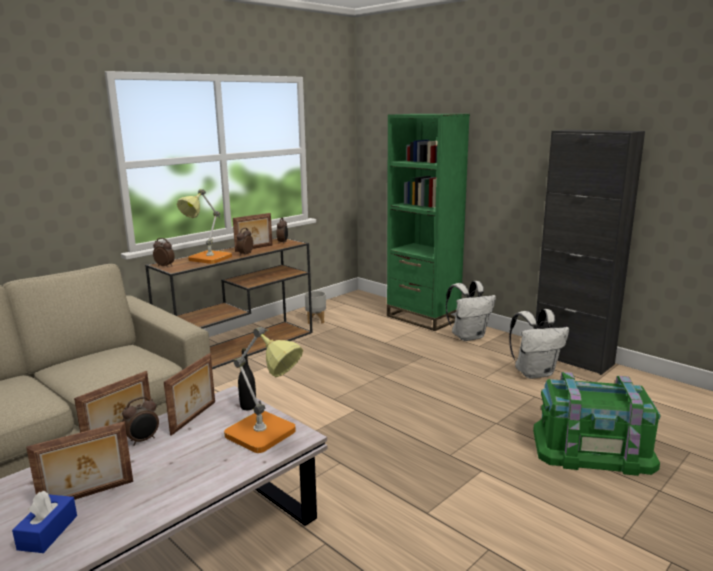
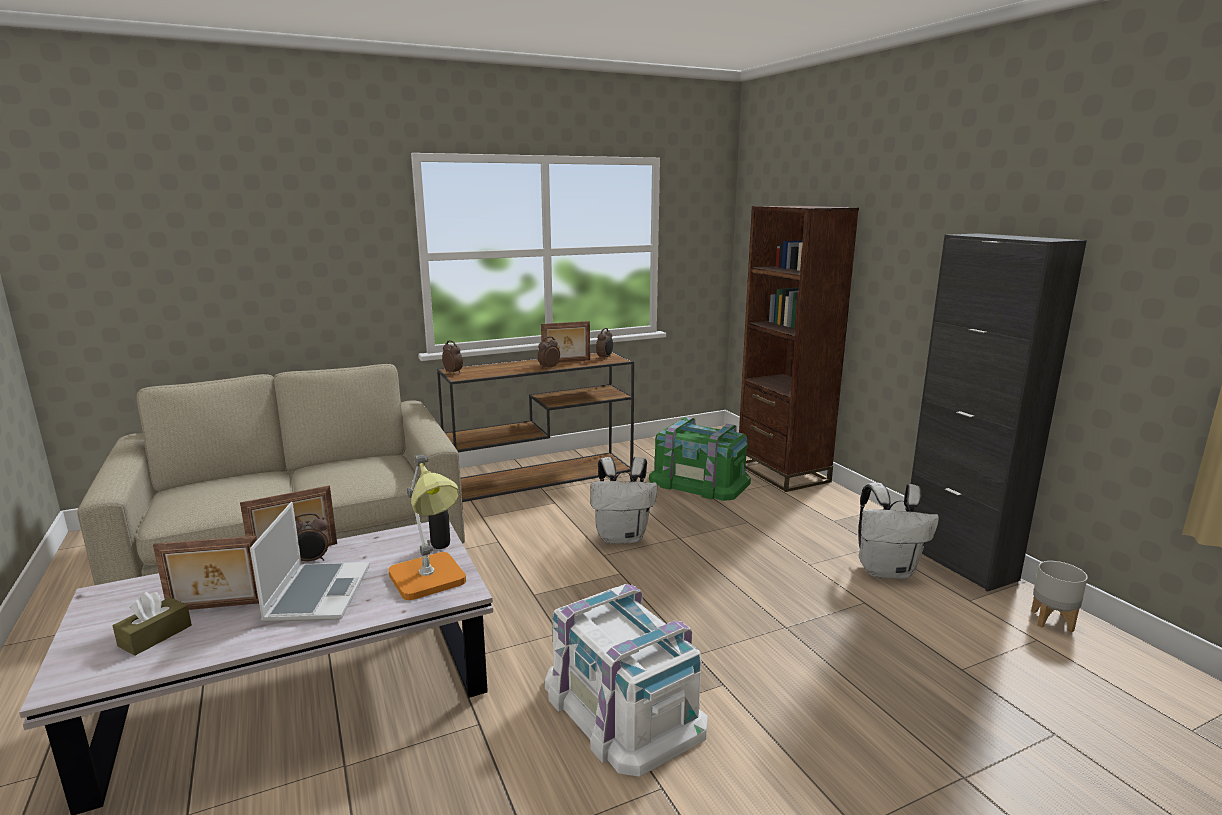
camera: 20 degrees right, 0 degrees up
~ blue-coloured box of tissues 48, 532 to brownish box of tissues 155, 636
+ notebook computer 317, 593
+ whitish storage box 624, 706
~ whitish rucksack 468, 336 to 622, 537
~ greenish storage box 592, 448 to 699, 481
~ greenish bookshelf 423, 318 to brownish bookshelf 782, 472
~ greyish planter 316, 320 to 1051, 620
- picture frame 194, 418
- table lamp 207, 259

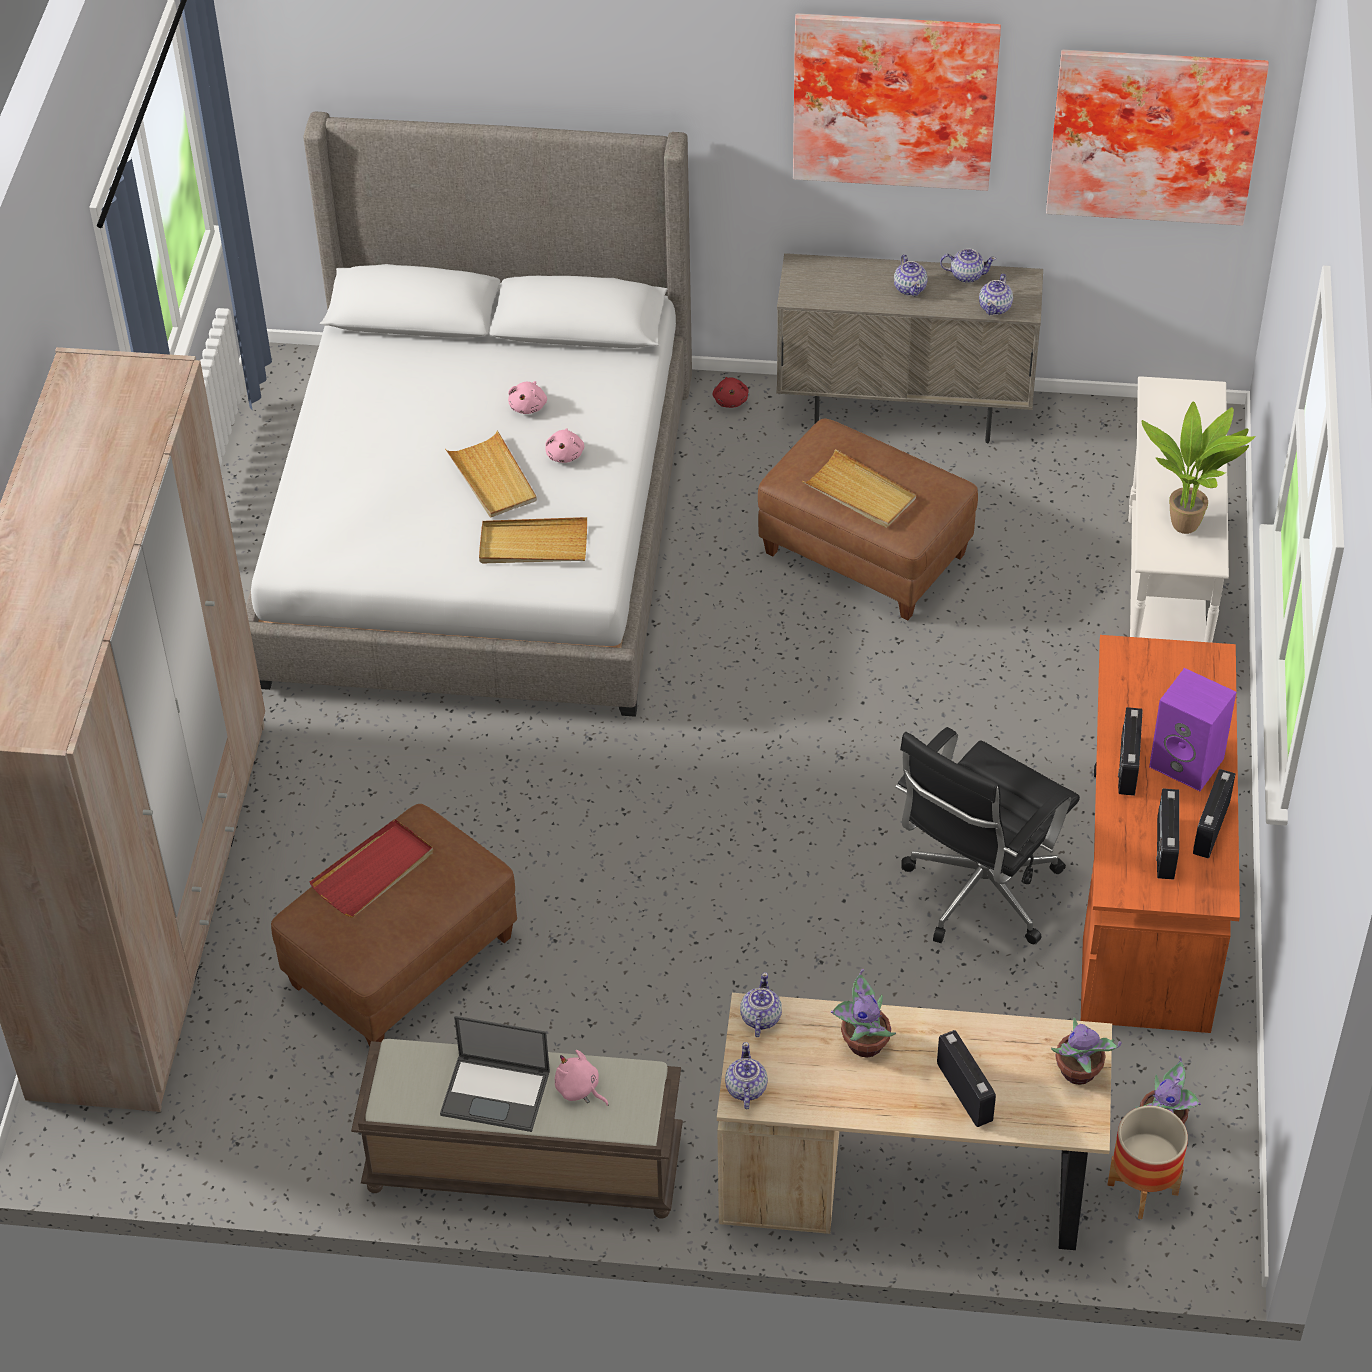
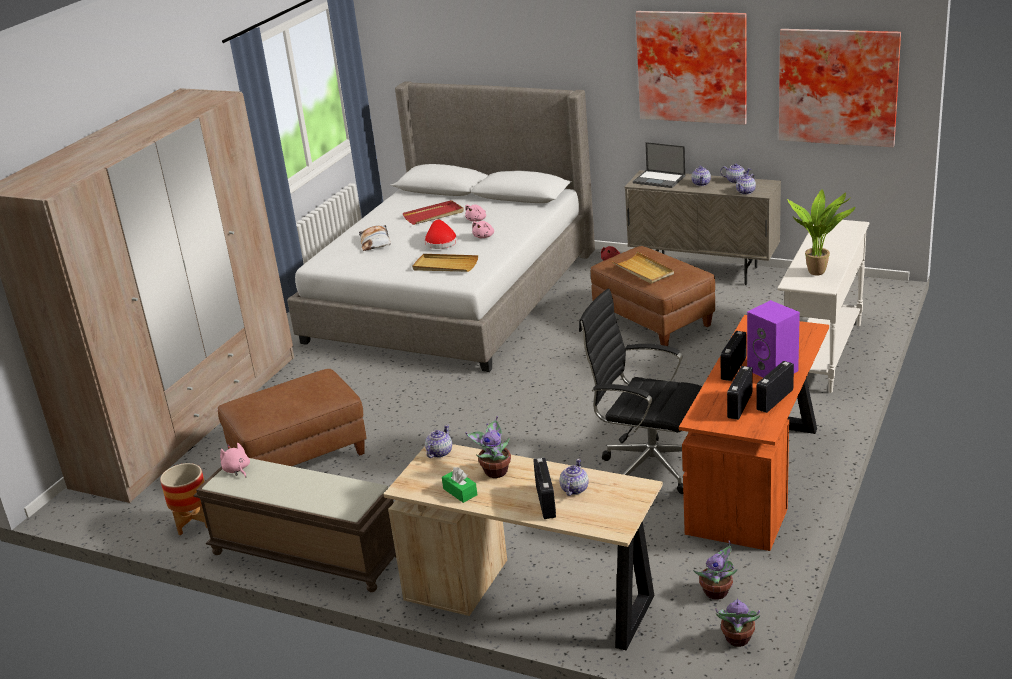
camera: 20 degrees right, 20 degrees down
~ planter 1142, 1189 to 193, 523
~ pinkish cuddly toy 579, 1089 to 237, 470
+ throw pillow 375, 242
~ reddish carrying tray 374, 871 to 434, 215
~ beige carrying tray 492, 478 to reddish hat 440, 242
+ greenish box of tissues 460, 492
~ tea pot 745, 1089 to 574, 489
~ blackish office chair 977, 895 = 647, 467 60 degrees clockwise
~ notebook computer 497, 1093 to 660, 179
~ plant in a pot 1078, 1073 to 737, 640

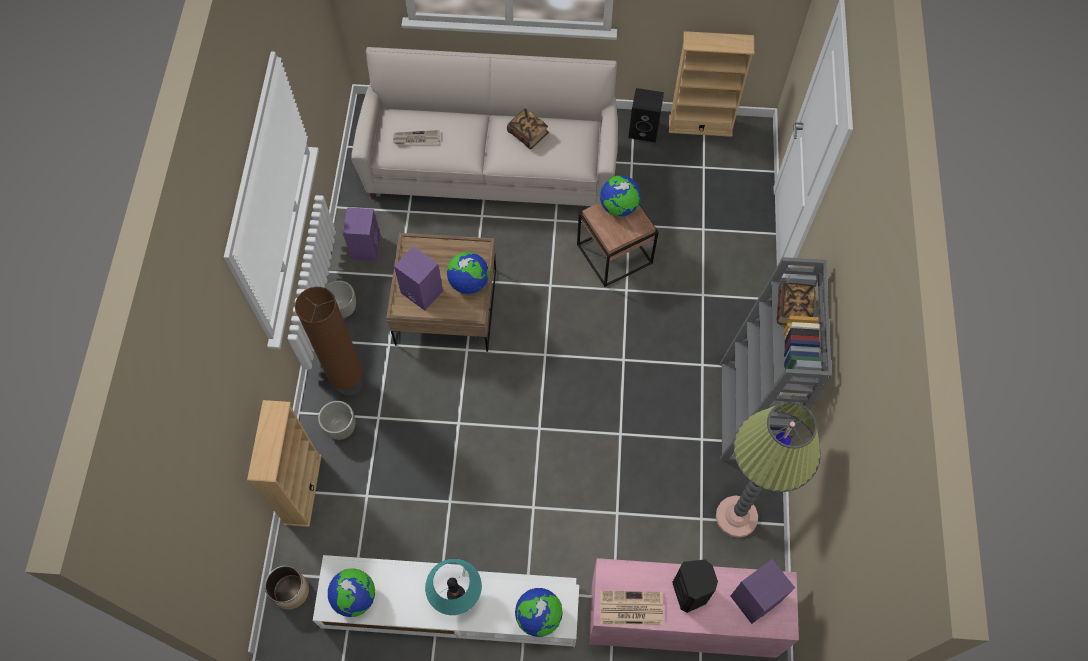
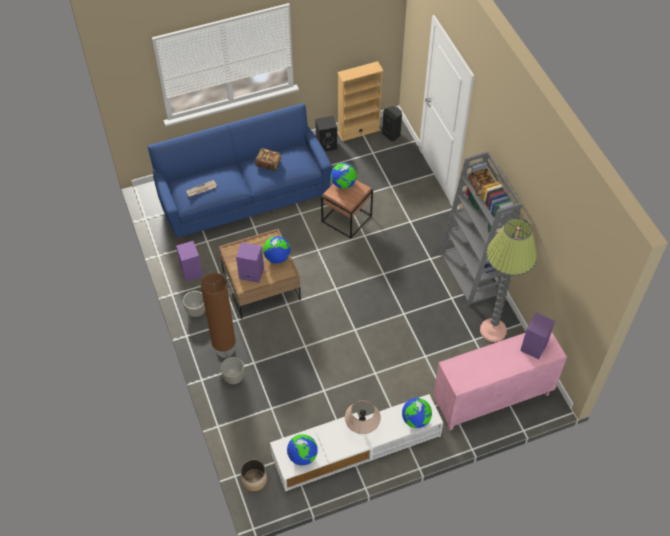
camera: 25 degrees left, 10 degrees down
~ beige couch 491, 164 to blue-coloured couch 243, 196
~ blue-green table lamp 456, 594 to beige table lamp 362, 428
~ blackish audio speaker 691, 592 to 391, 134
- beige bookshelf 302, 489
- newspaper 630, 608

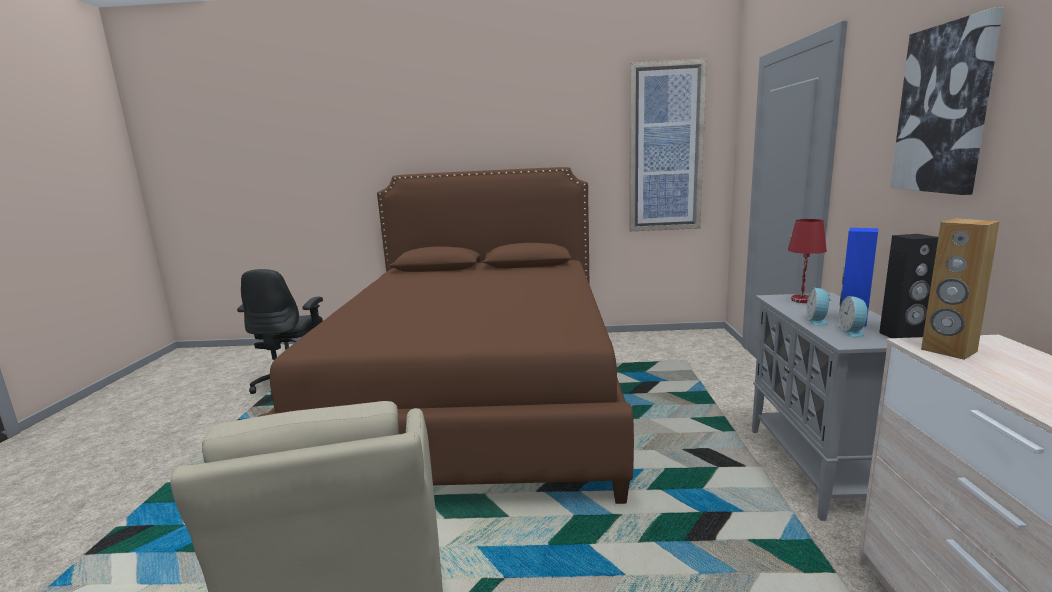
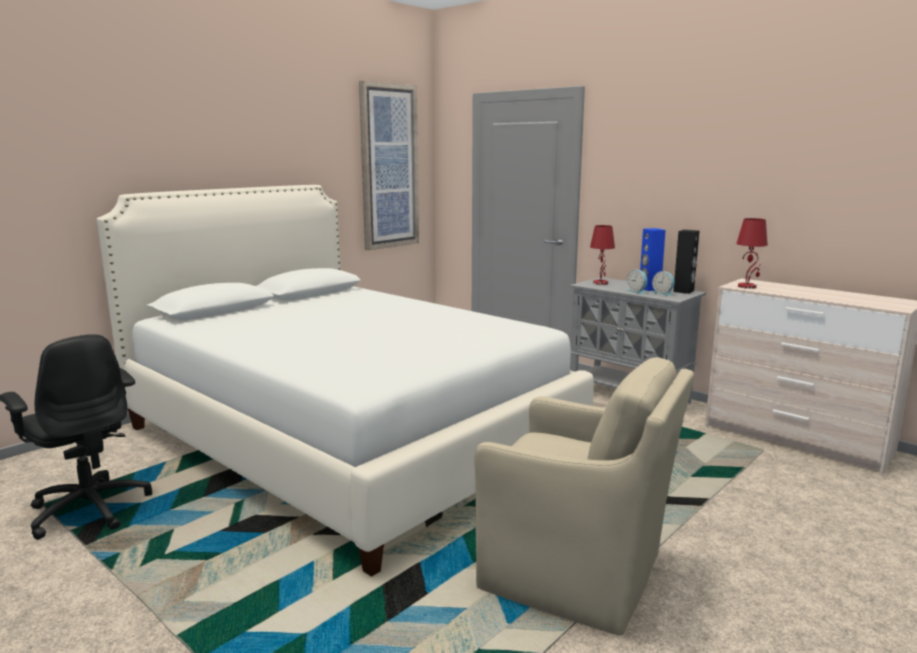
camera: 50 degrees left, 0 degrees up
~ brownish bed 478, 397 to whitish bed 348, 438
~ brownish audio speaker 948, 350 to reddish table lamp 747, 286
- picture 944, 109

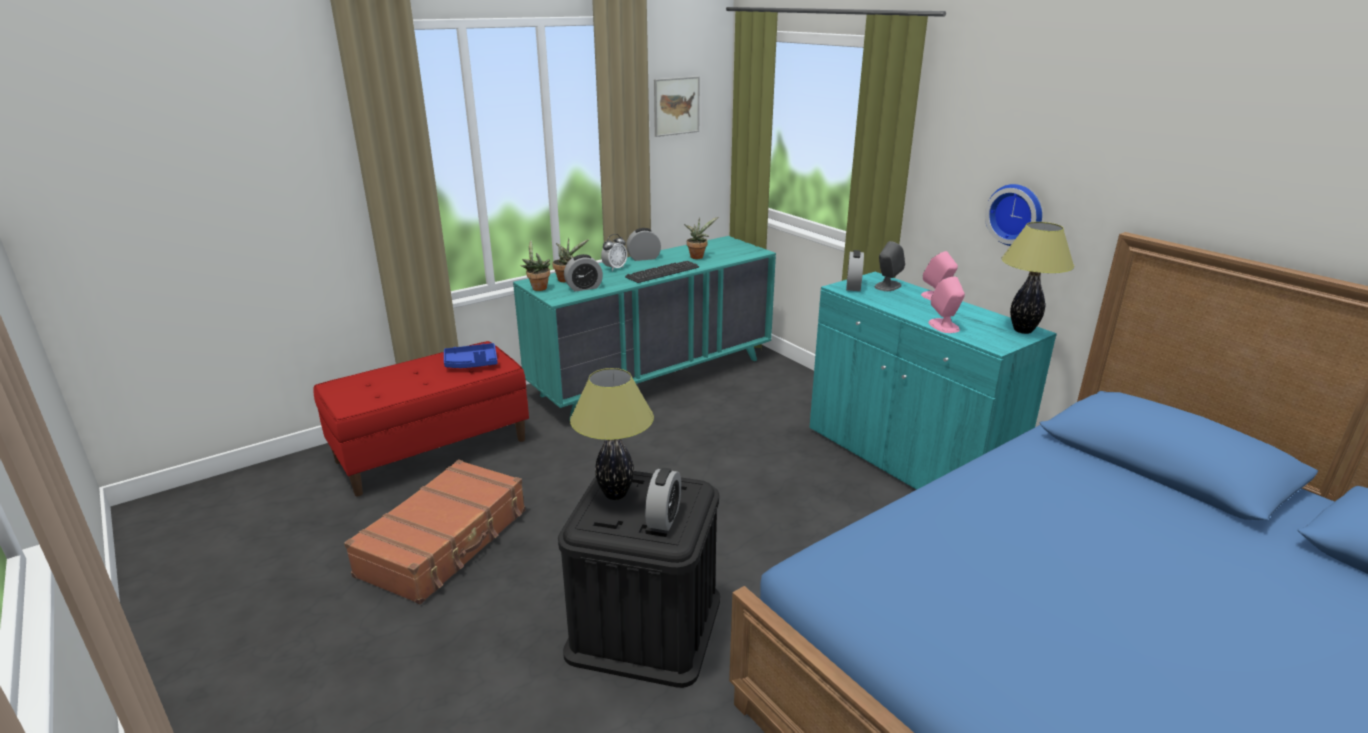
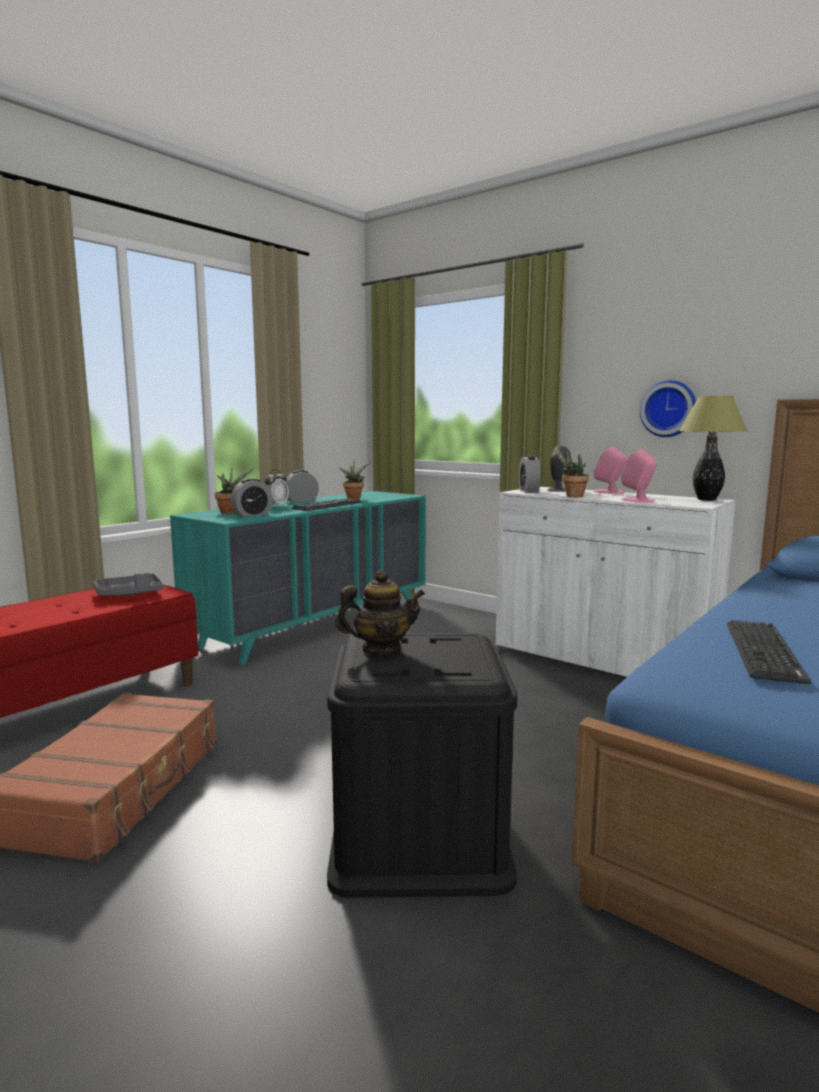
camera: 15 degrees left, 15 degrees down
~ blue-coloured carrying tray 471, 363 to greyish carrying tray 129, 594
~ table lamp 615, 494 to tea pot 381, 650
~ blue-green storage cabinet 907, 460 to whitish storage cabinet 601, 659
~ plant in a pot 538, 288 to 571, 496
+ computer keyboard 763, 651
- table clock 664, 518
- picture 676, 106

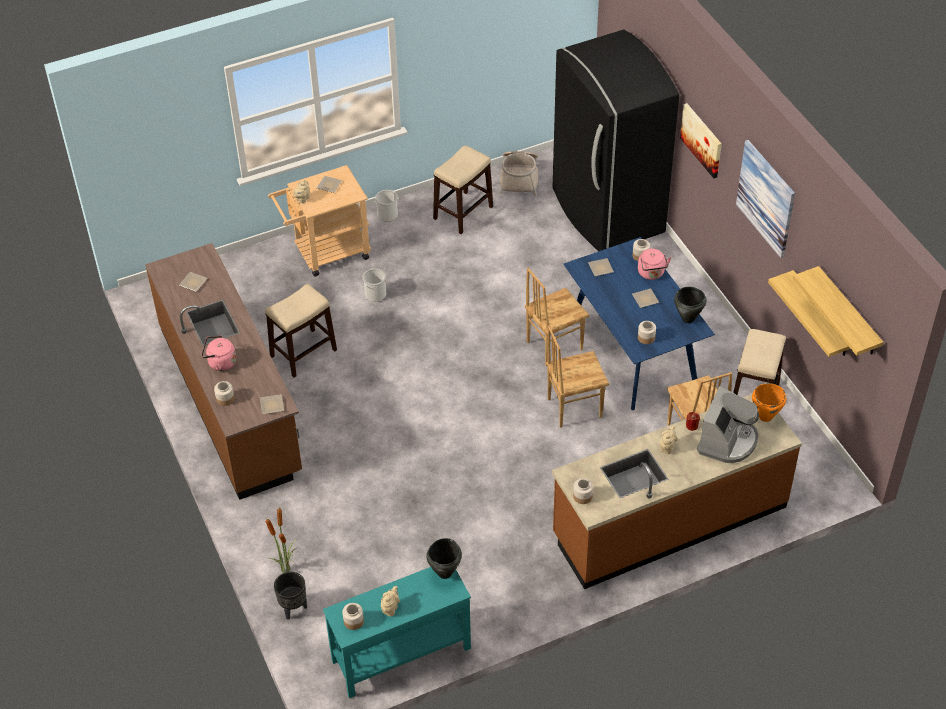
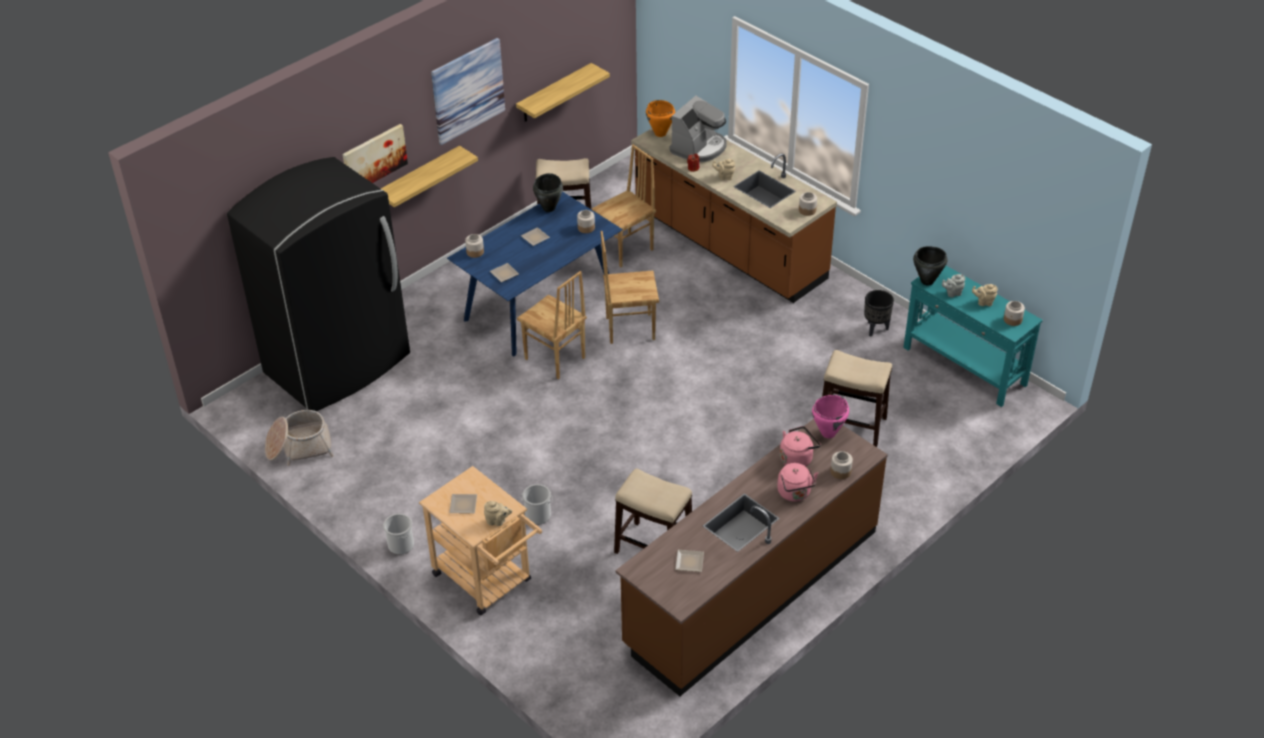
camera: 110 degrees left, 5 degrees down
~ bracket shelf 848, 313 to 419, 178
~ brownish plain chair 573, 407 = 629, 328 120 degrees clockwise
~ coffee brewer 727, 441 = 699, 148 120 degrees clockwise
~ pinkish kettle 651, 273 to 797, 458
~ plate 271, 406 to pinkish stockpot 828, 433
~ stool 463, 213 to 852, 425
~ blackish planter 293, 609 to 876, 329
+ greyish tea pot 952, 293
- plant in a pot 286, 569

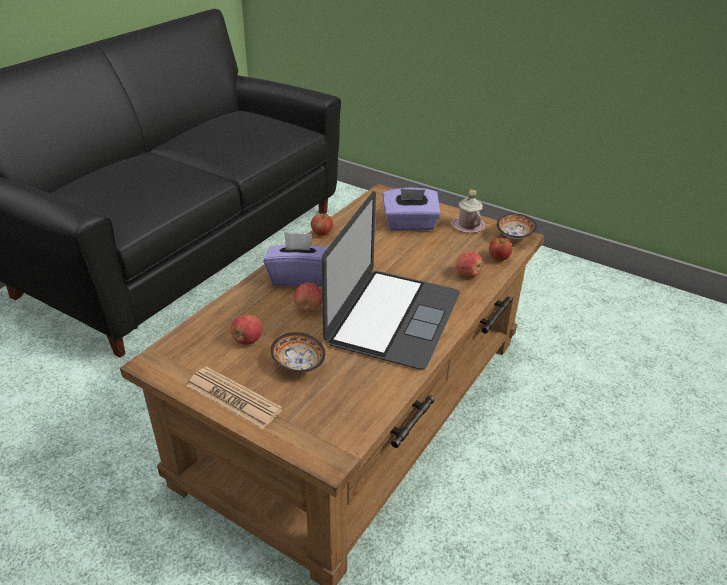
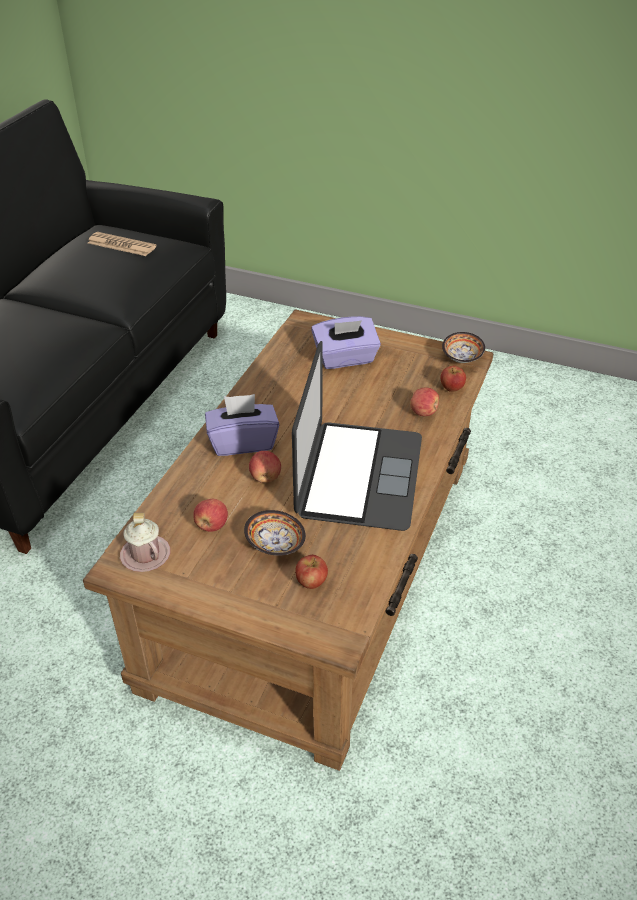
camera: 10 degrees left, 5 degrees up
~ newspaper 233, 398 to 121, 245
~ pinkish coffee mug 467, 226 to 145, 555
~ whole apple 322, 233 to 311, 582

